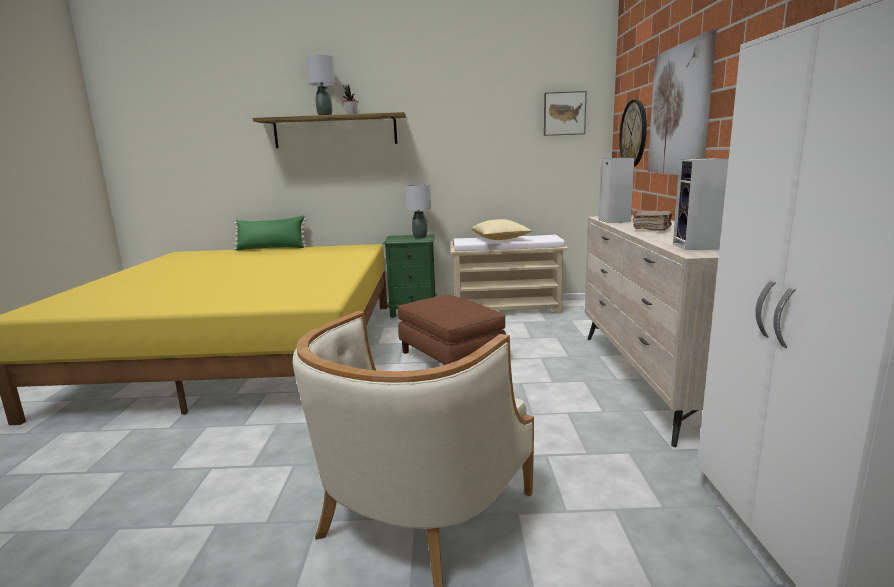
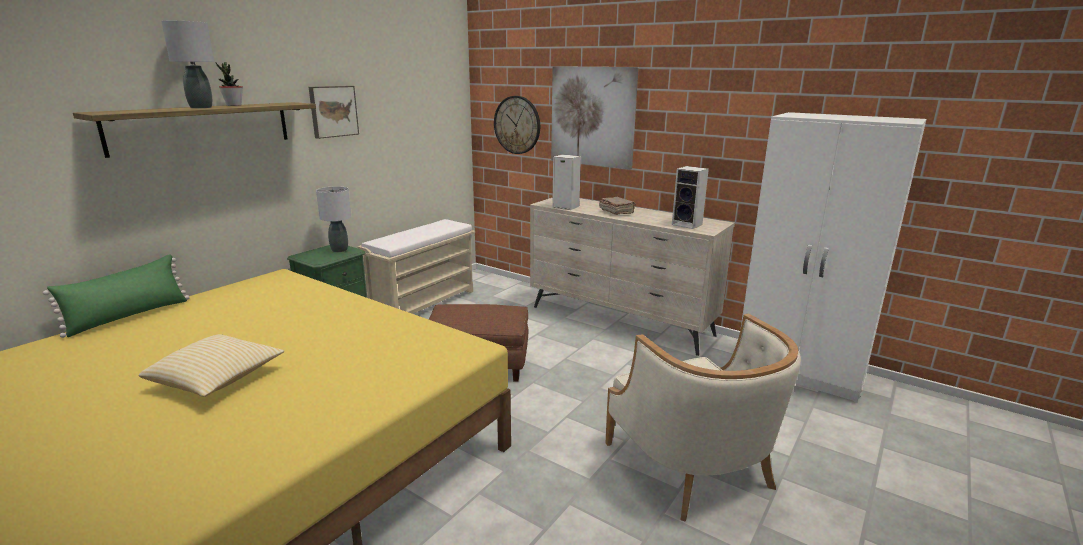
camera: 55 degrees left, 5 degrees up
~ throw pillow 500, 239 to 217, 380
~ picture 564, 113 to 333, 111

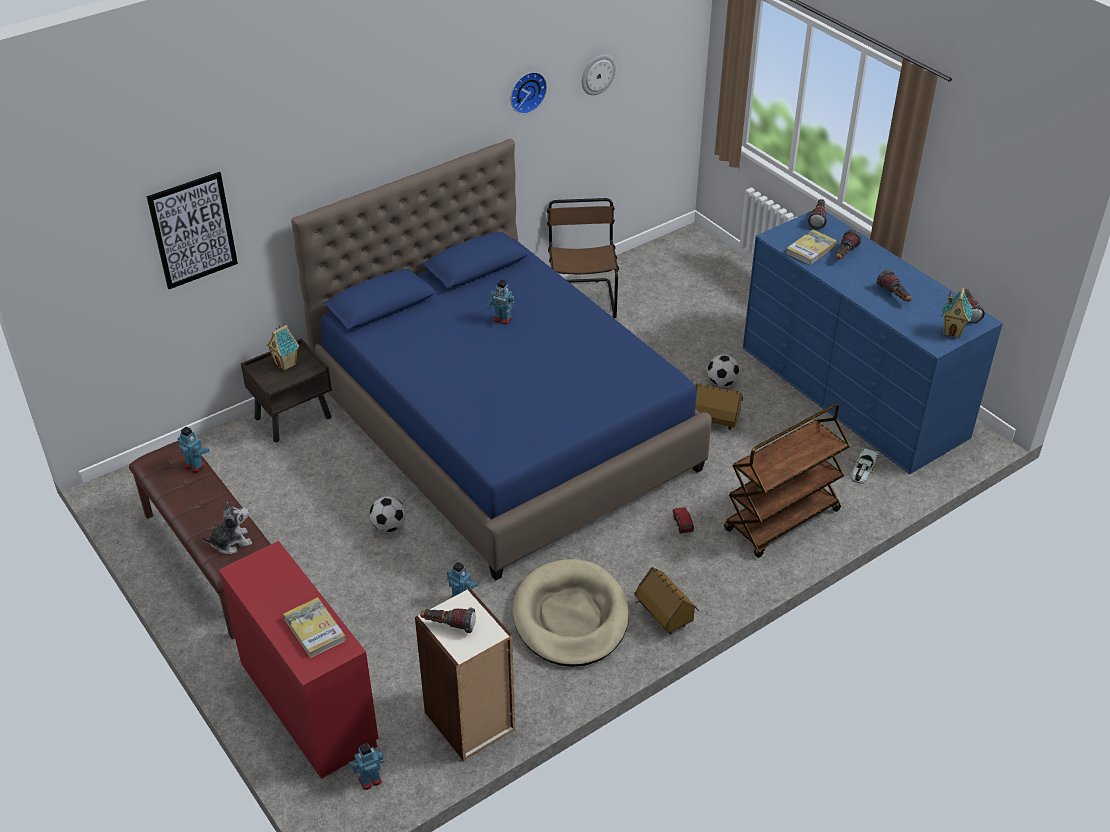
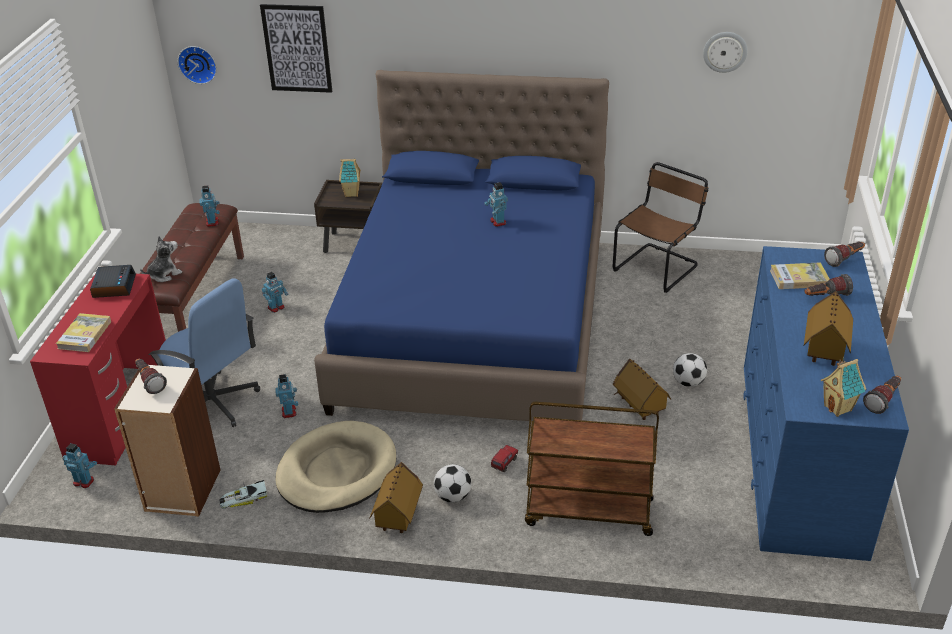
camera: 45 degrees right, 5 degrees down
+ table clock 114, 286
~ cuddly toy 231, 542 = 164, 274 60 degrees counterclockwise
+ blue-coloured office chair 213, 403
~ hanging clock 526, 91 to 198, 63
~ model car 862, 468 to 243, 497
+ model robot 276, 308
~ ball for football 388, 526 to 453, 496
~ torch 894, 296 to model house 824, 351

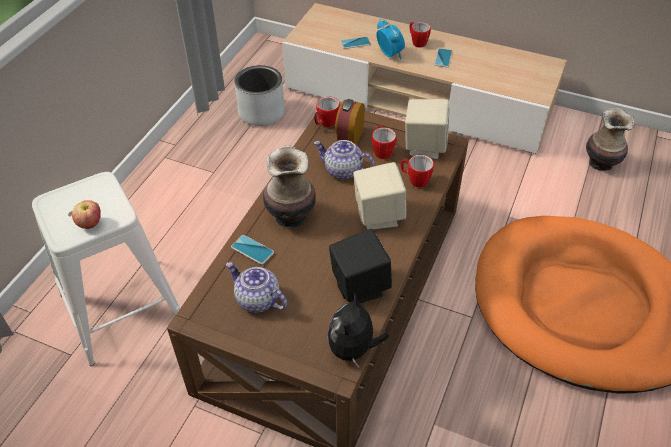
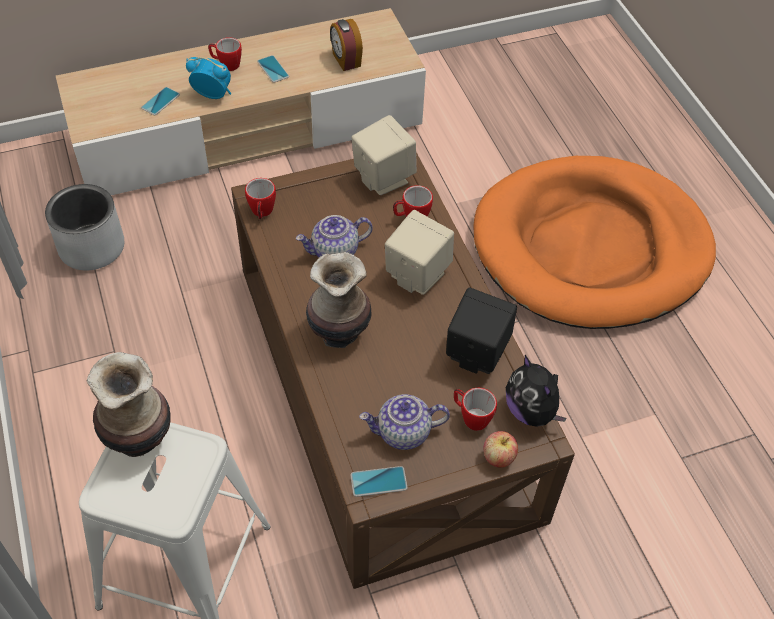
camera: 45 degrees left, 5 degrees up
~ flower vase 601, 163 to 139, 436
~ table clock 349, 137 to 345, 60
~ handset 252, 250 to 378, 481
~ coffee mug 382, 150 to 471, 417
~ whole apple 90, 224 to 498, 458

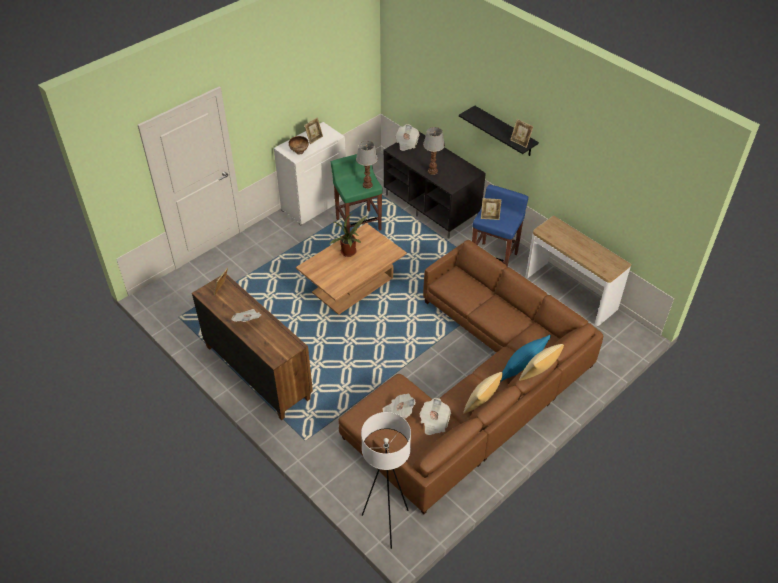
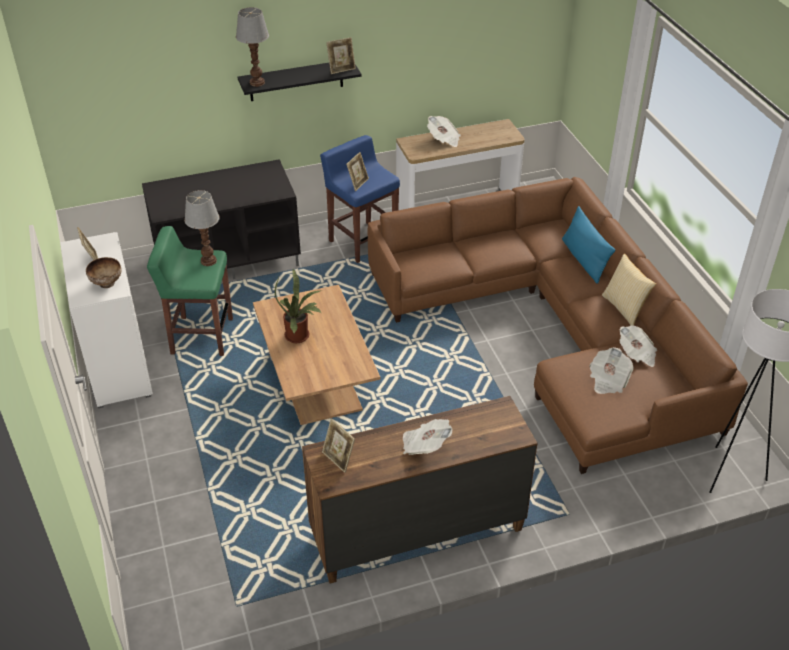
camera: 65 degrees left, 5 degrees down
~ table lamp 432, 171 to 256, 83
~ newspaper 406, 143 to 444, 139
- throw pillow 539, 374

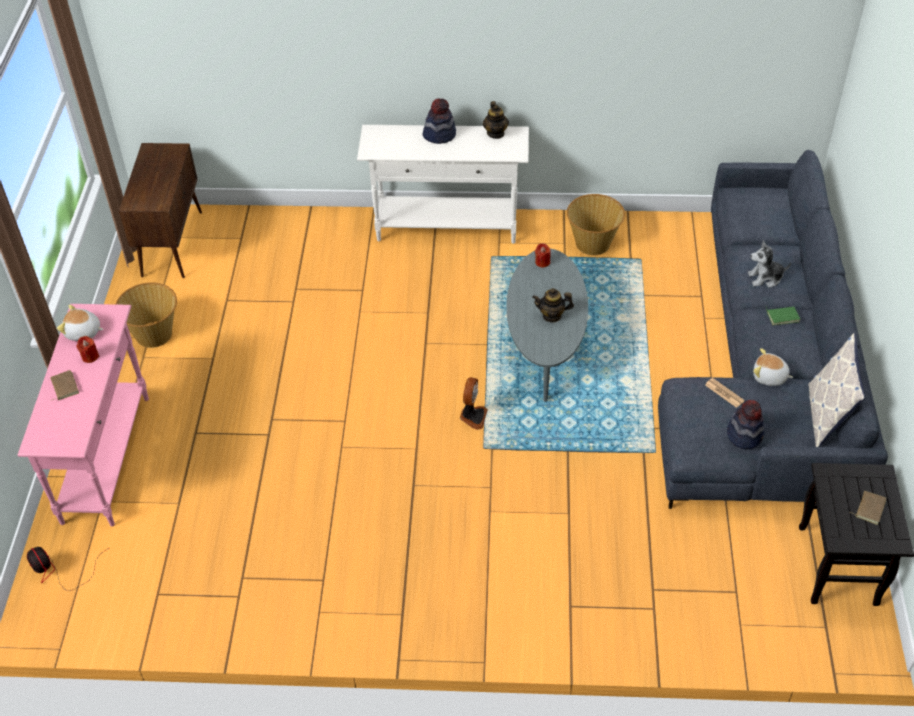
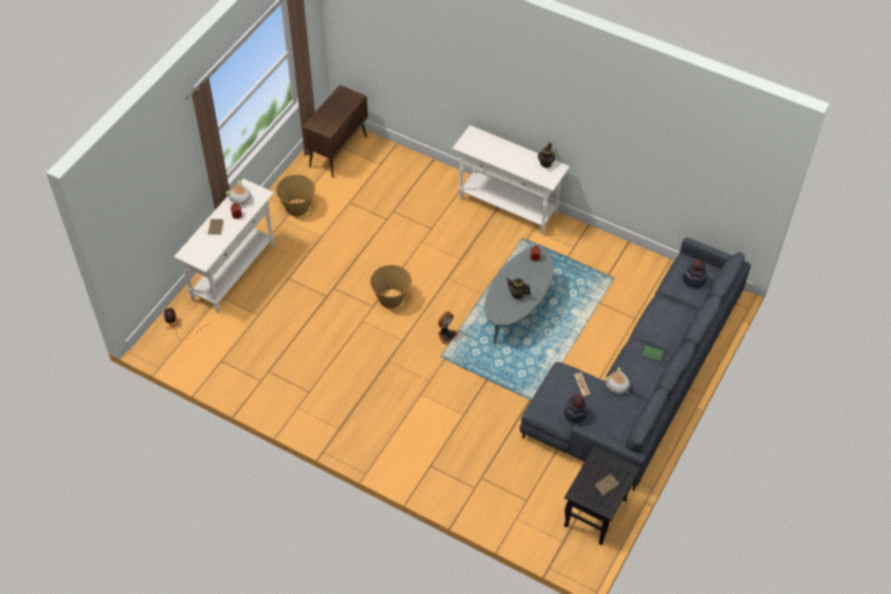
camera: 25 degrees right, 5 degrees up
~ pinkish hall table 107, 458 to whitish hall table 234, 272
~ storage basket 593, 243 to 391, 298
~ hat 439, 134 to 694, 280
- cuddly toy 765, 278
- throw pillow 826, 416

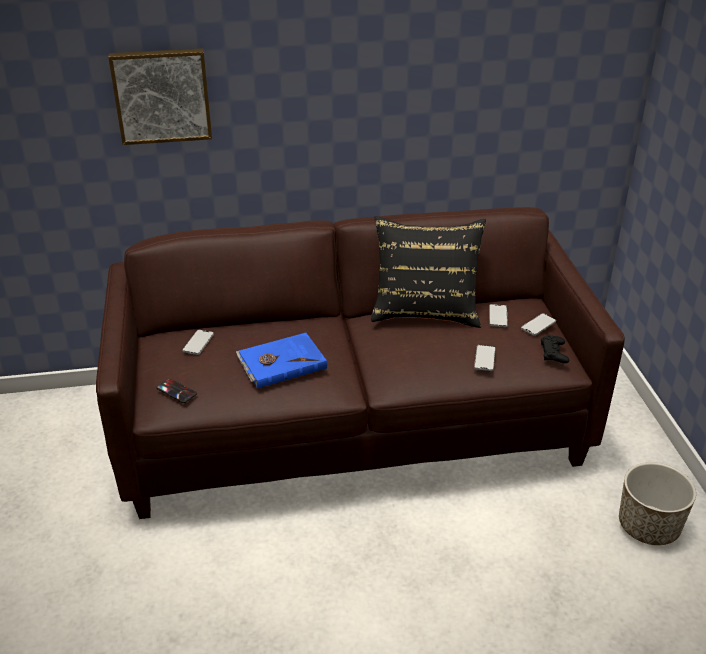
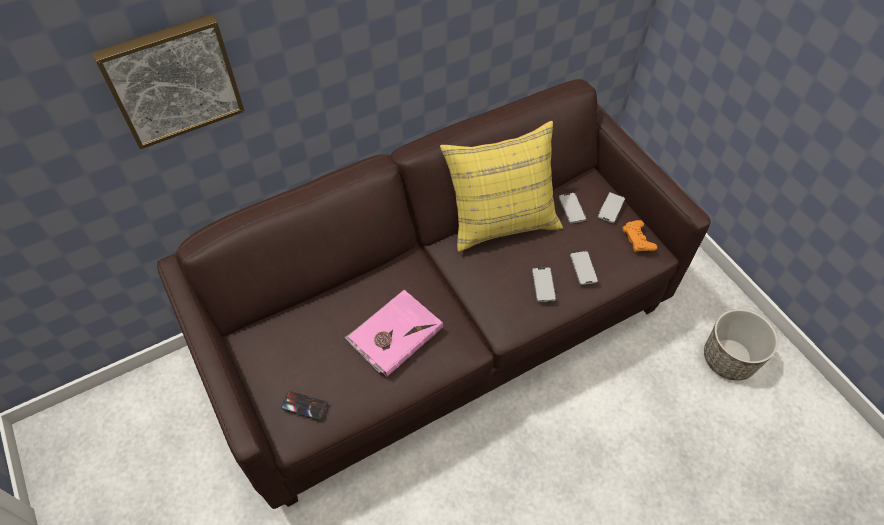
camera: 20 degrees left, 20 degrees up
~ blue-coloured book 281, 362 to pinkish book 394, 334
~ blackish throw pillow 426, 309 to yellow-coloured throw pillow 501, 218
~ handset 198, 343 to 543, 285
~ blackish joypad 554, 352 to orange joypad 638, 239

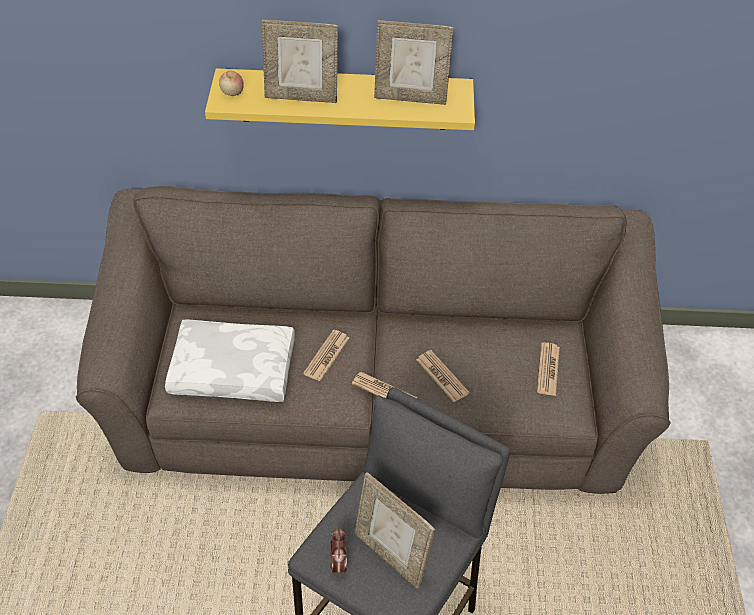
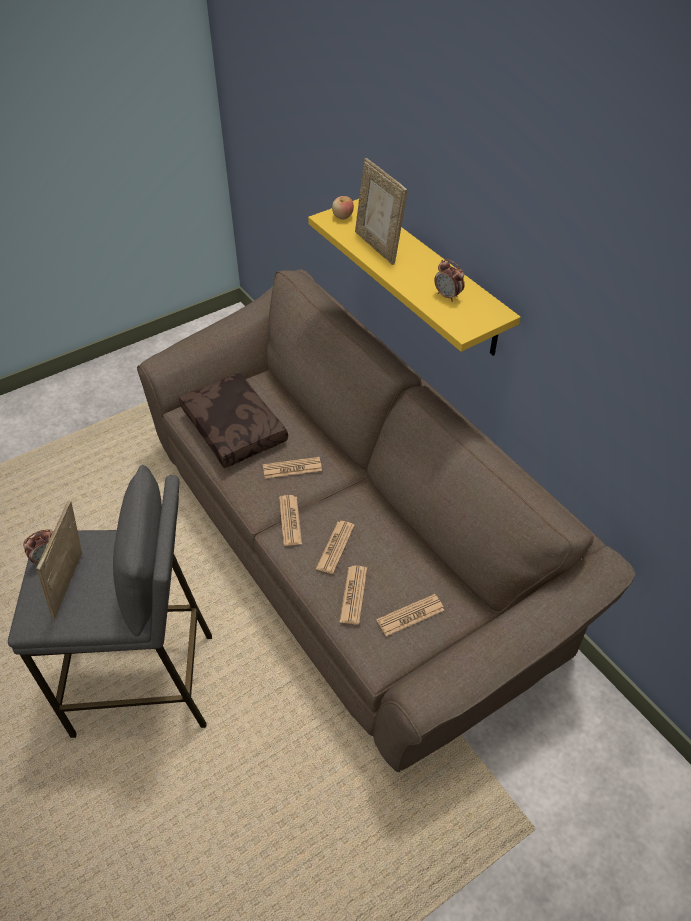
camera: 55 degrees right, 0 degrees up
~ whitish throw pillow 234, 369 to brownish throw pillow 236, 428
+ newspaper 353, 595
~ picture frame 410, 98 to table clock 448, 296

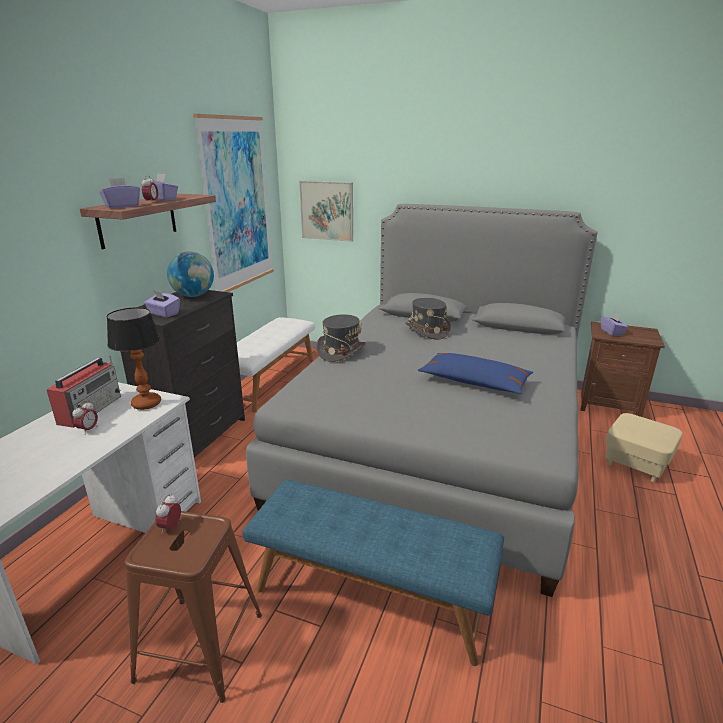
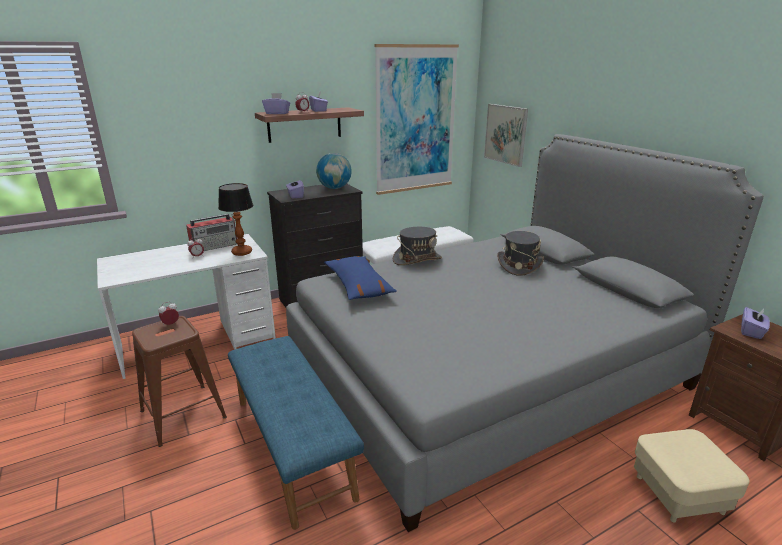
camera: 40 degrees right, 0 degrees up
~ blue-coloured throw pillow 474, 382 to 358, 285

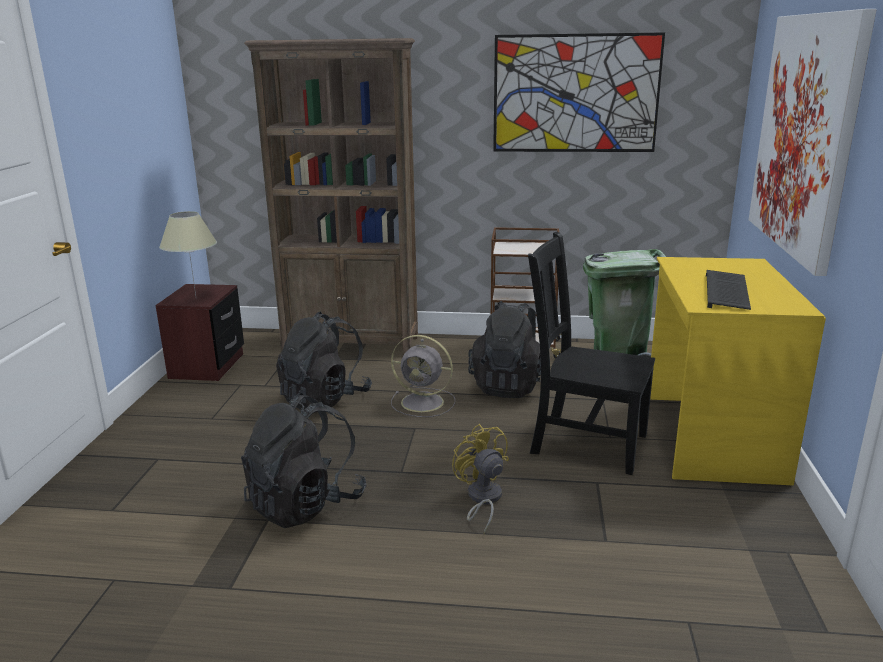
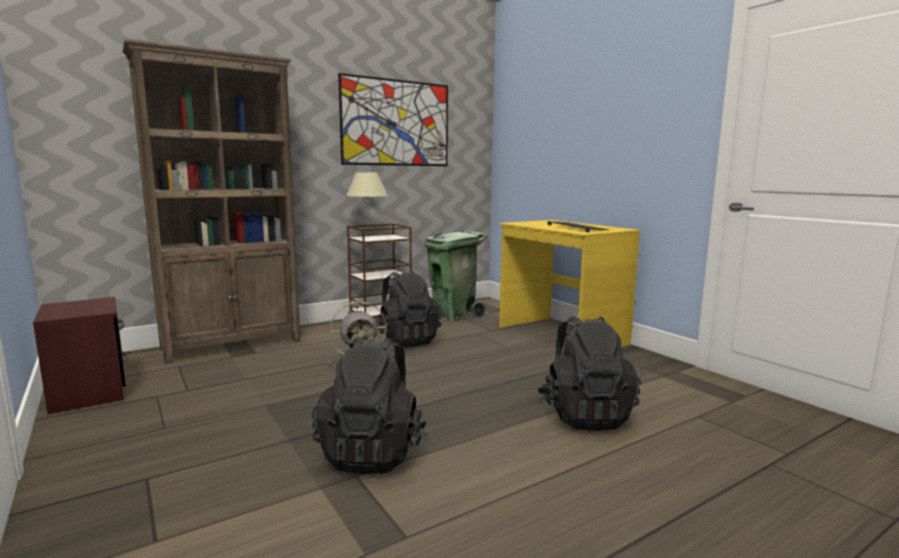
camera: 40 degrees left, 10 degrees down
~ beige table lamp 196, 298 to 368, 238
~ blackish rucksack 325, 399 to 585, 415
- yellow-coloured cooling fan 482, 500
- blackish plain chair 584, 442
- picture 805, 135

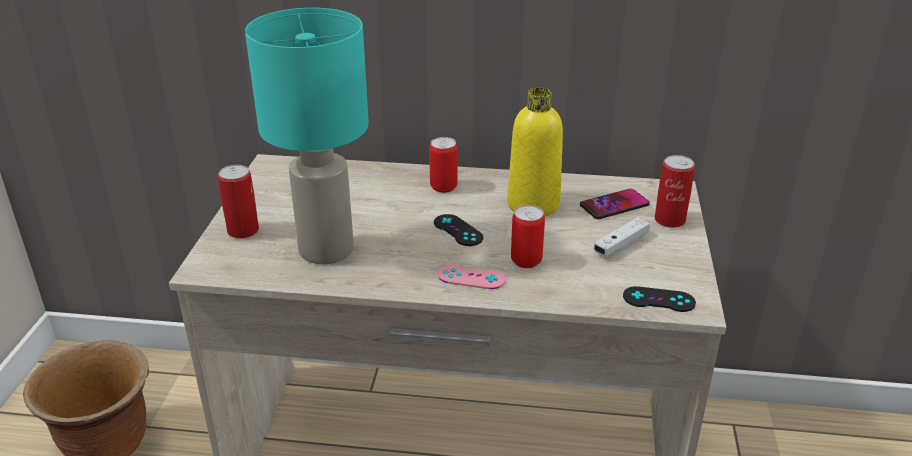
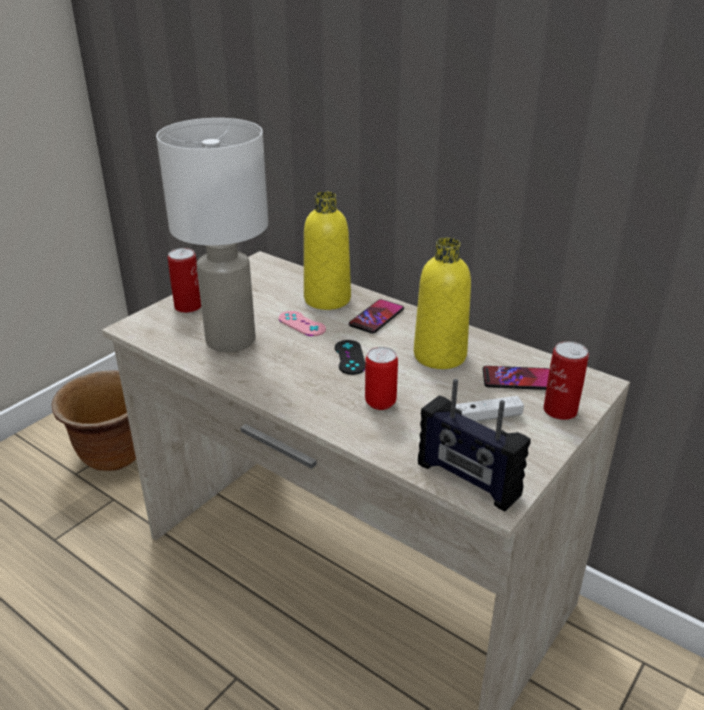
camera: 30 degrees right, 0 degrees up
~ blue-green table lamp 325, 251 to whitish table lamp 229, 340
~ pinkish joypad 471, 277 to 302, 324
+ yellow-coloured drink bottle 327, 299
~ metal can 443, 187 to handset 376, 317
~ blackish joypad 658, 299 to radio 467, 480

